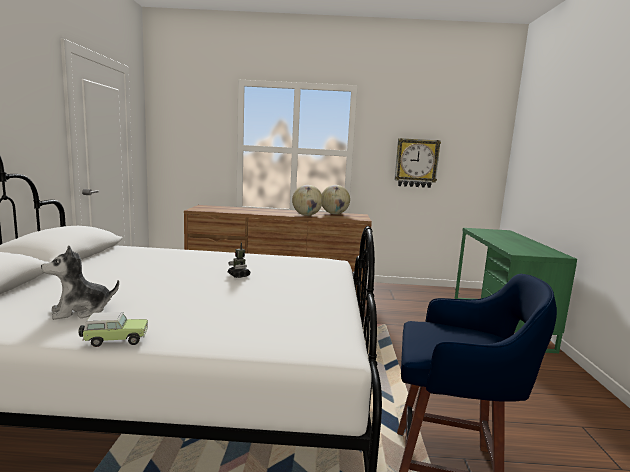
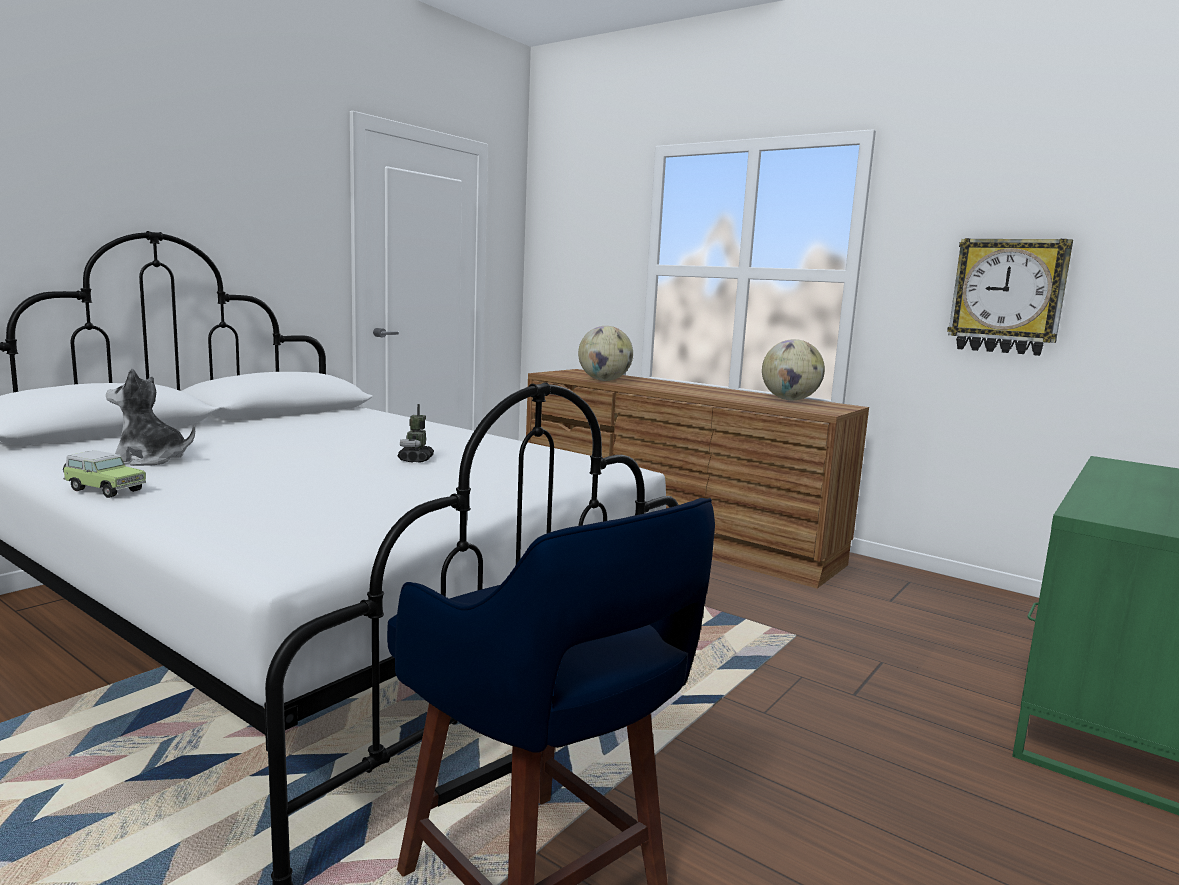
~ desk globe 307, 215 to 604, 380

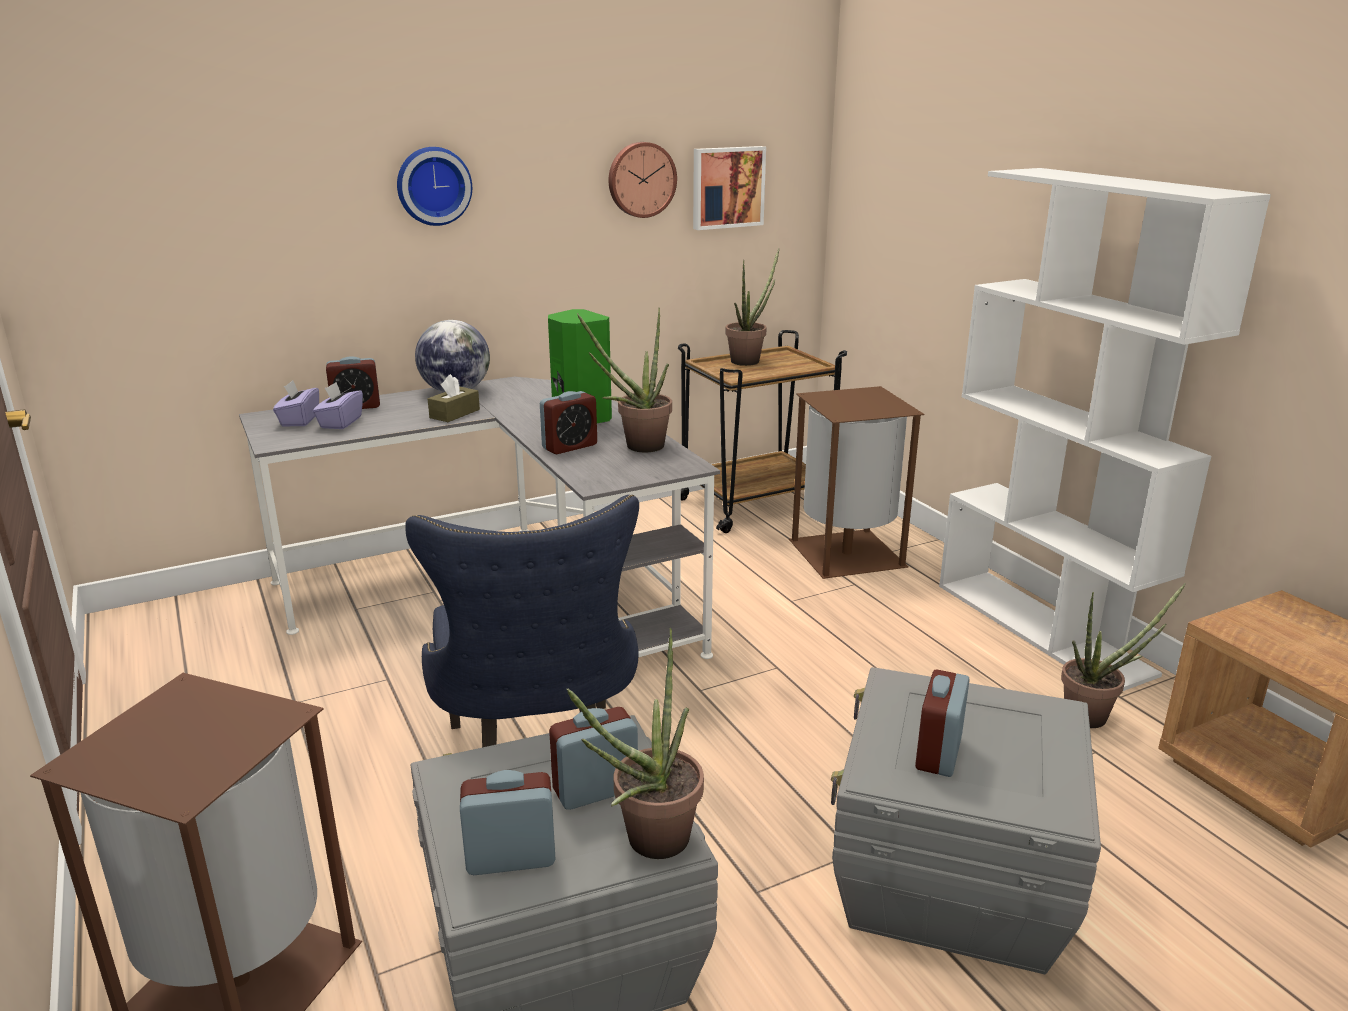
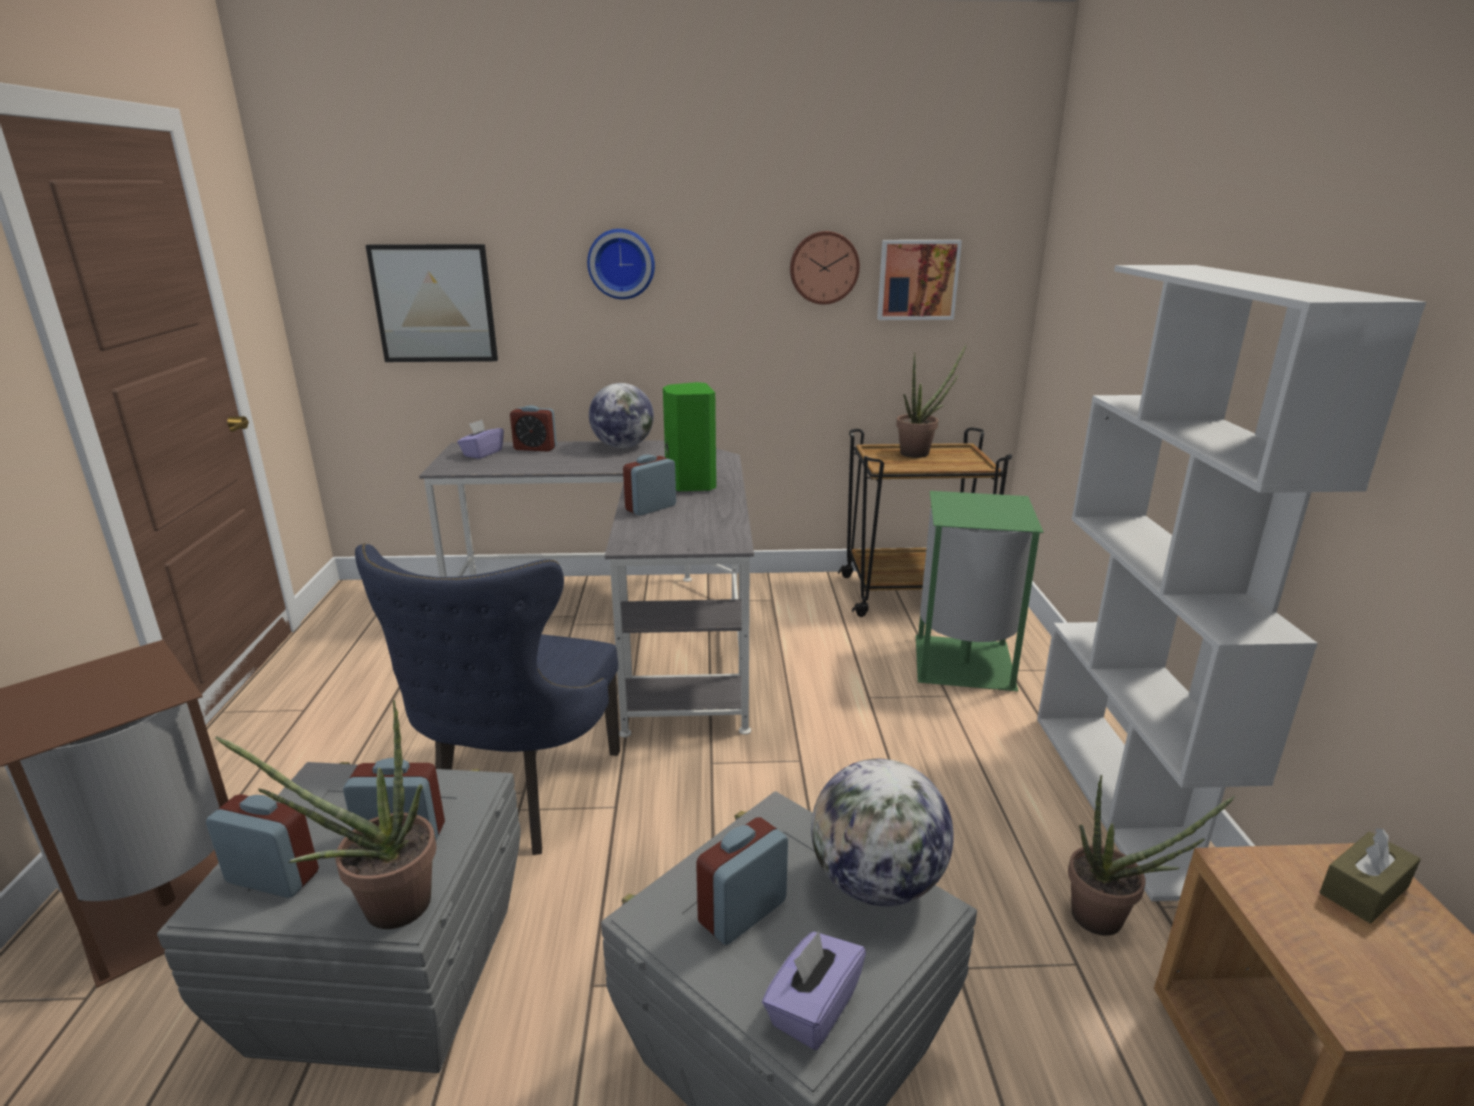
- plant in a pot 637, 447
+ picture 434, 304
+ desk globe 877, 883
~ tissue holder (purple) 340, 422 to 812, 1008
~ tissue holder (brown) 454, 414 to 1364, 890
~ rubbish bin (brown) 847, 553 to rubbish bin (greenish) 965, 662
~ alarm clock 569, 446 = 651, 508 150 degrees clockwise

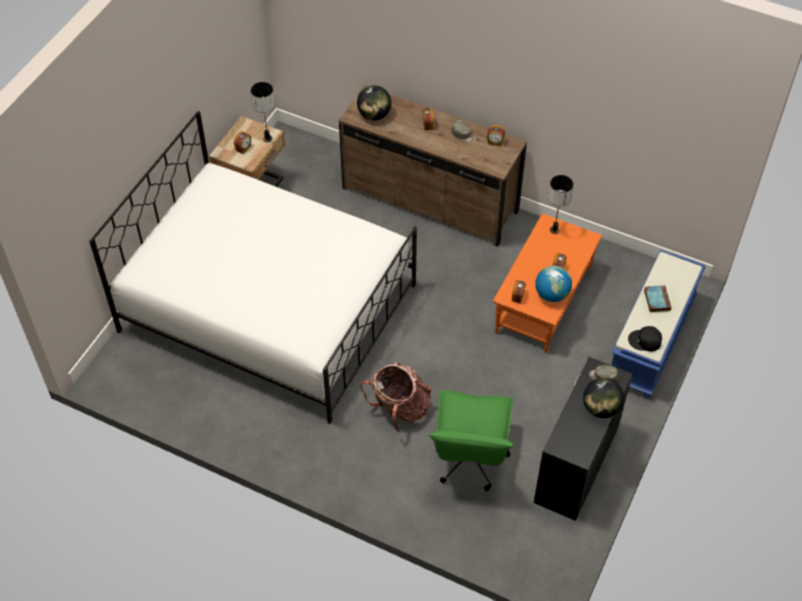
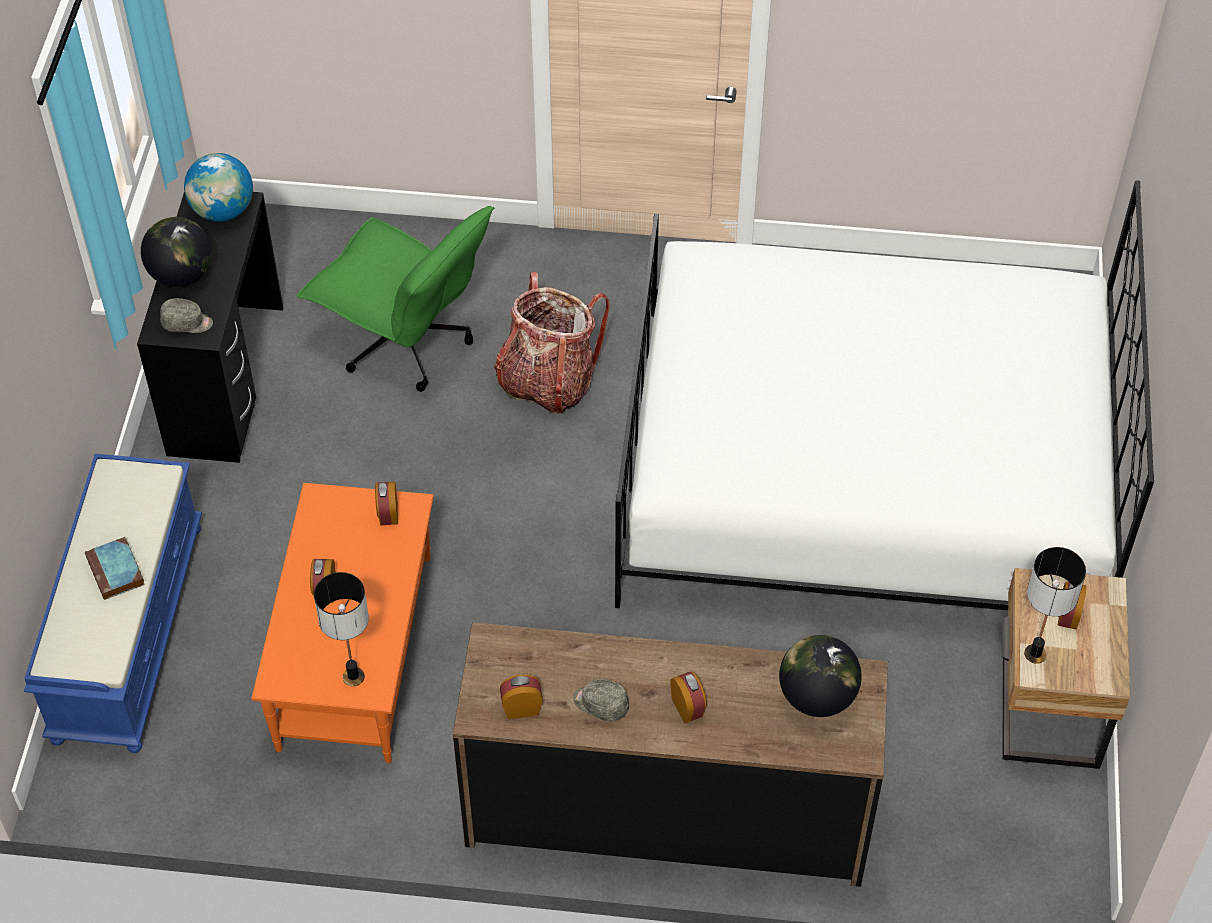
- baseball cap (black) 645, 341
~ desk globe 552, 294 to 223, 211
~ desk chair (greenish) 470, 458 = 403, 341 135 degrees clockwise

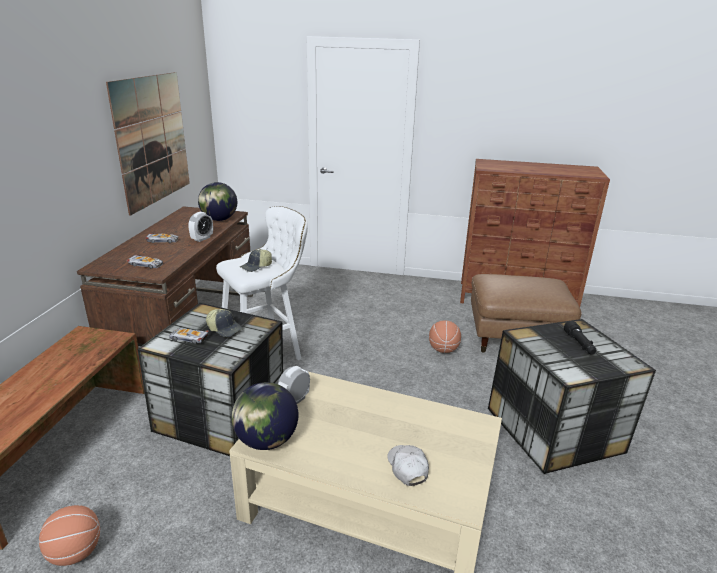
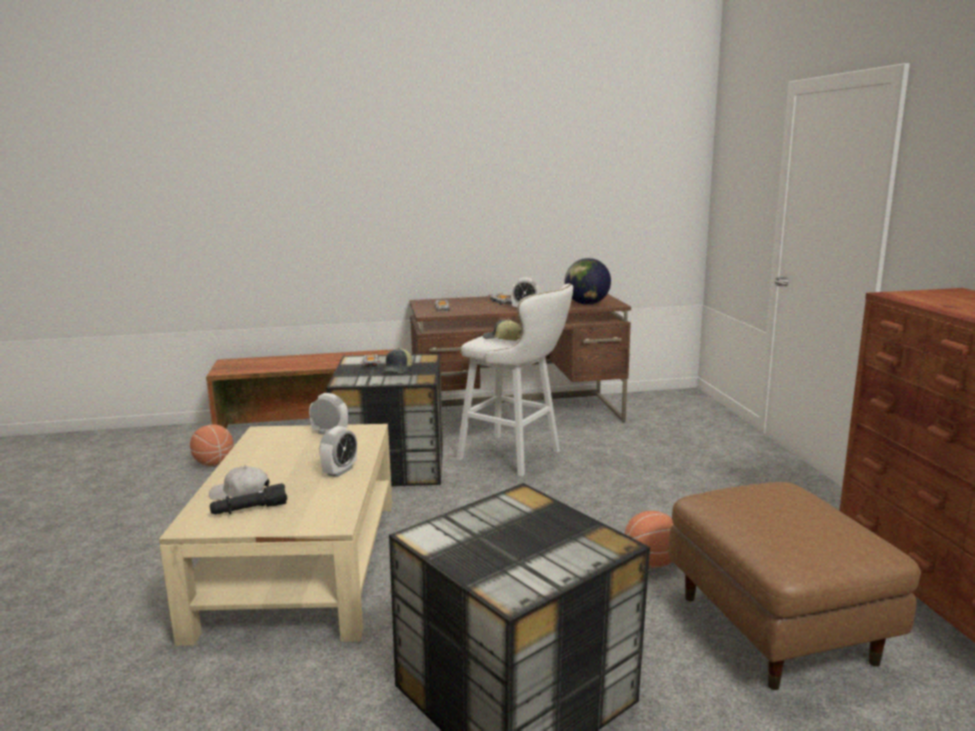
- picture 152, 140
- desk globe 266, 441
+ alarm clock 340, 471
~ hand torch (black) 579, 344 to 249, 510
~ baseball cap (whitish) 407, 468 = 240, 493 135 degrees counterclockwise

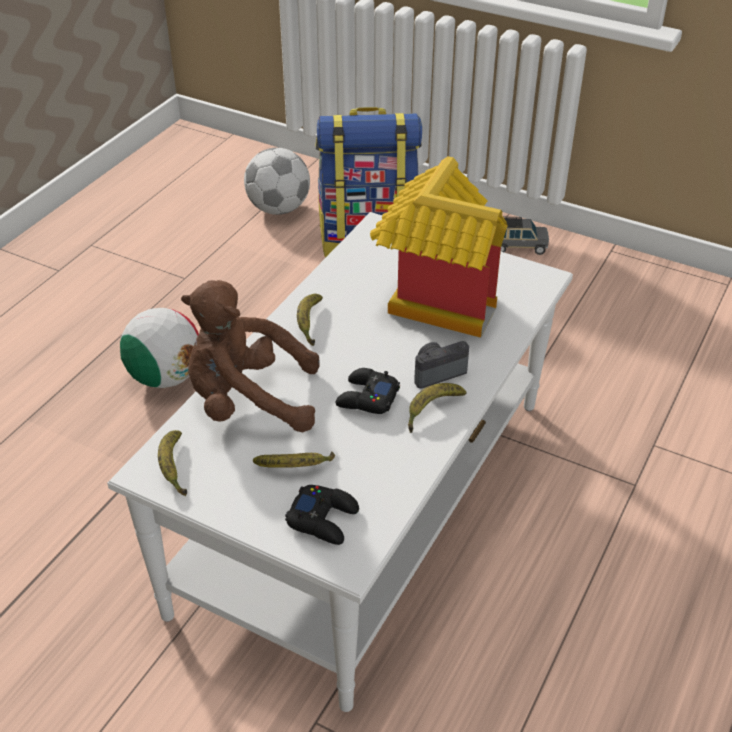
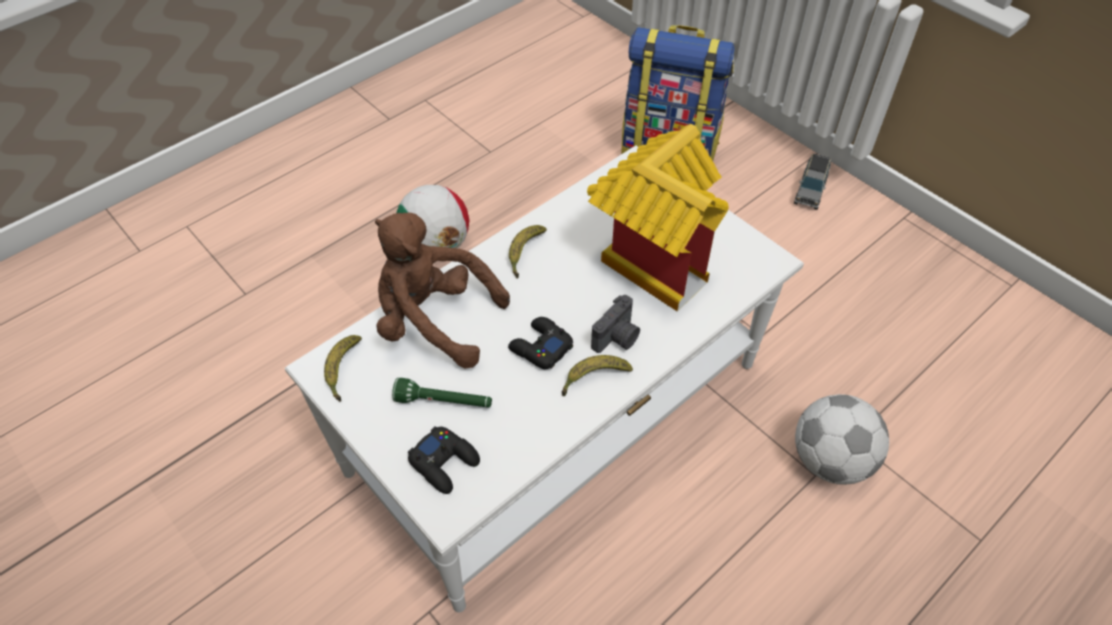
~ football ball 279, 209 to 830, 461
~ banana 295, 468 to hand torch (greenish) 444, 402
~ photo camera 436, 372 = 617, 338 135 degrees clockwise
~ miniature car (greyish) 517, 247 = 810, 191 90 degrees clockwise

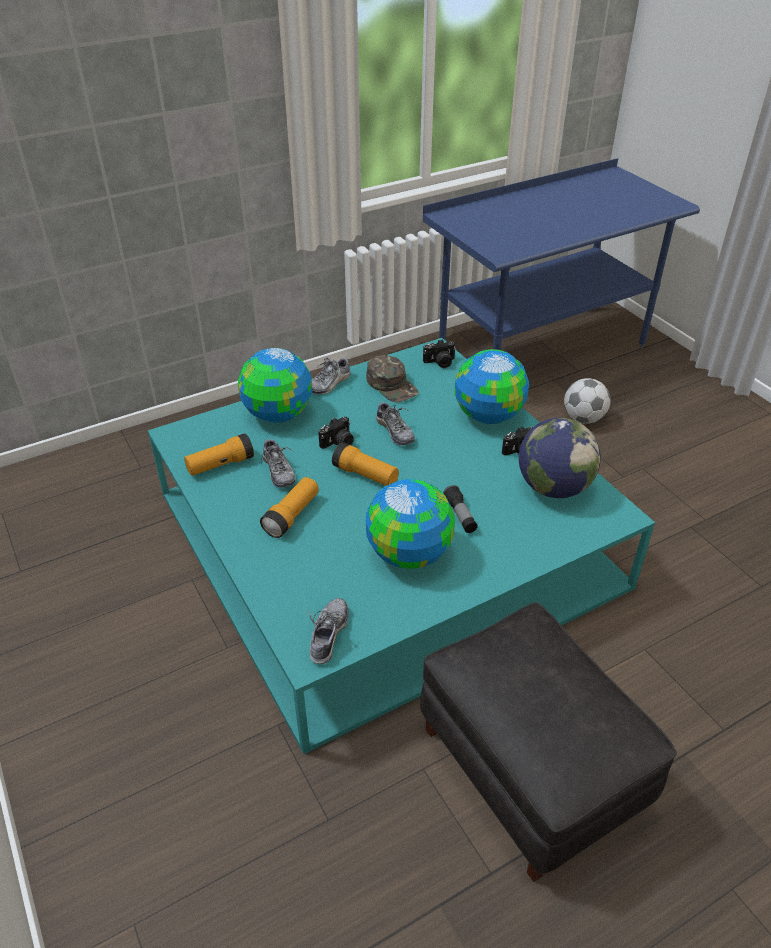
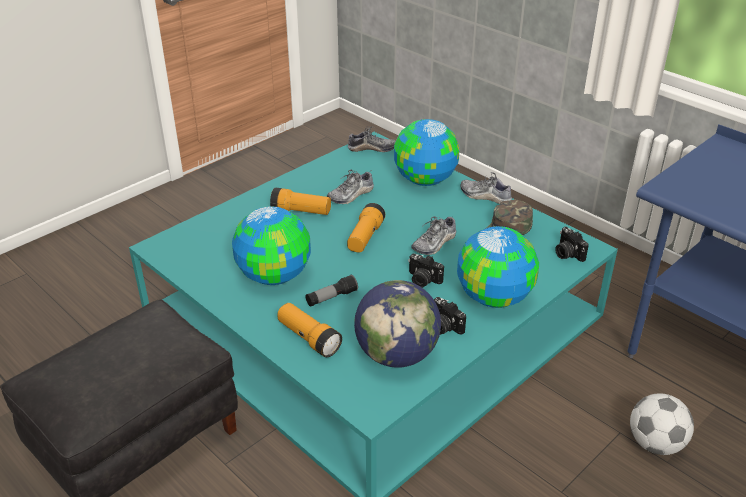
~ hand torch 221, 465 to 309, 338
~ shoe 328, 635 to 372, 148
~ photo camera 338, 443 to 422, 280

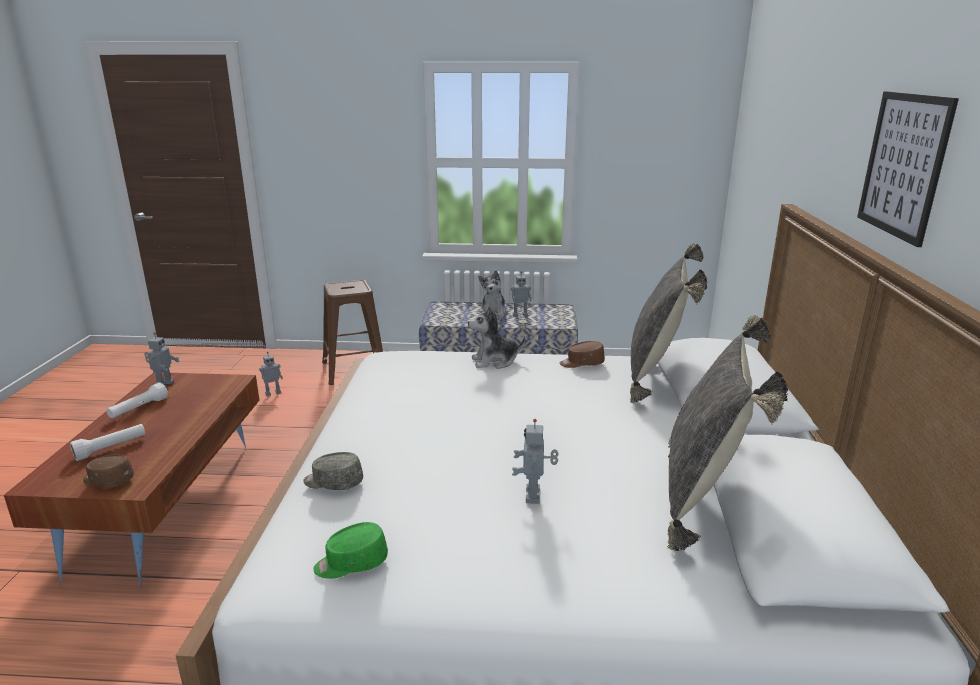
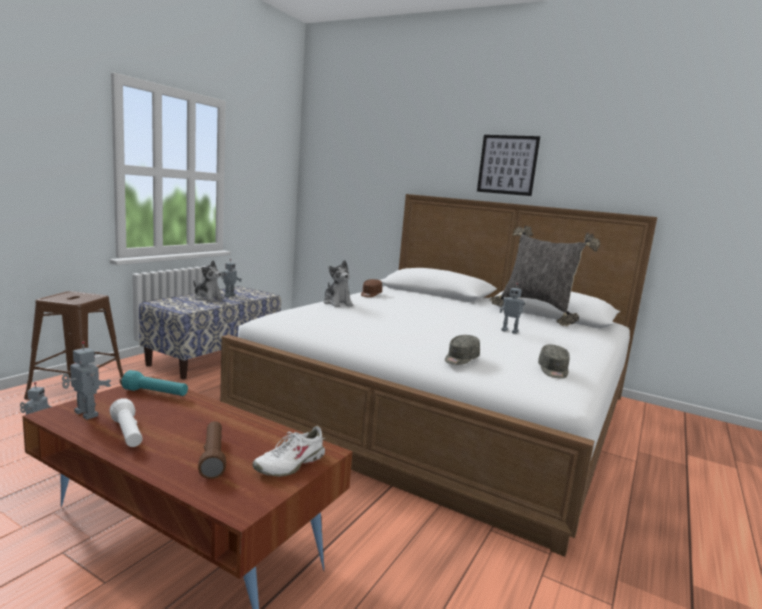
- pillow 659, 382
+ hand torch (blue-green) 156, 393
~ baseball cap (brown) 108, 480 to shoe (whitish) 290, 464
~ hand torch (whitish) 111, 448 to hand torch (brown) 213, 457
~ baseball cap (greenish) 351, 563 to baseball cap (greyish) 553, 370
~ cuddly toy 494, 361 = 337, 303 45 degrees counterclockwise

